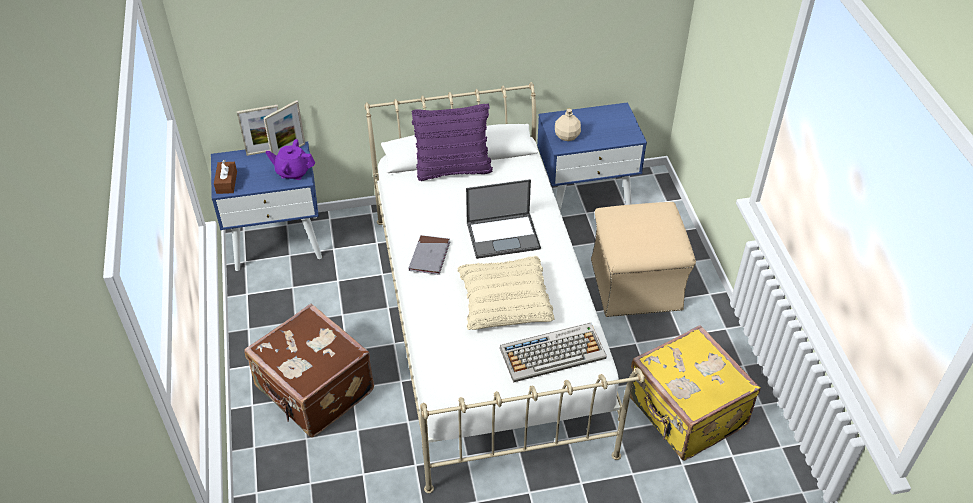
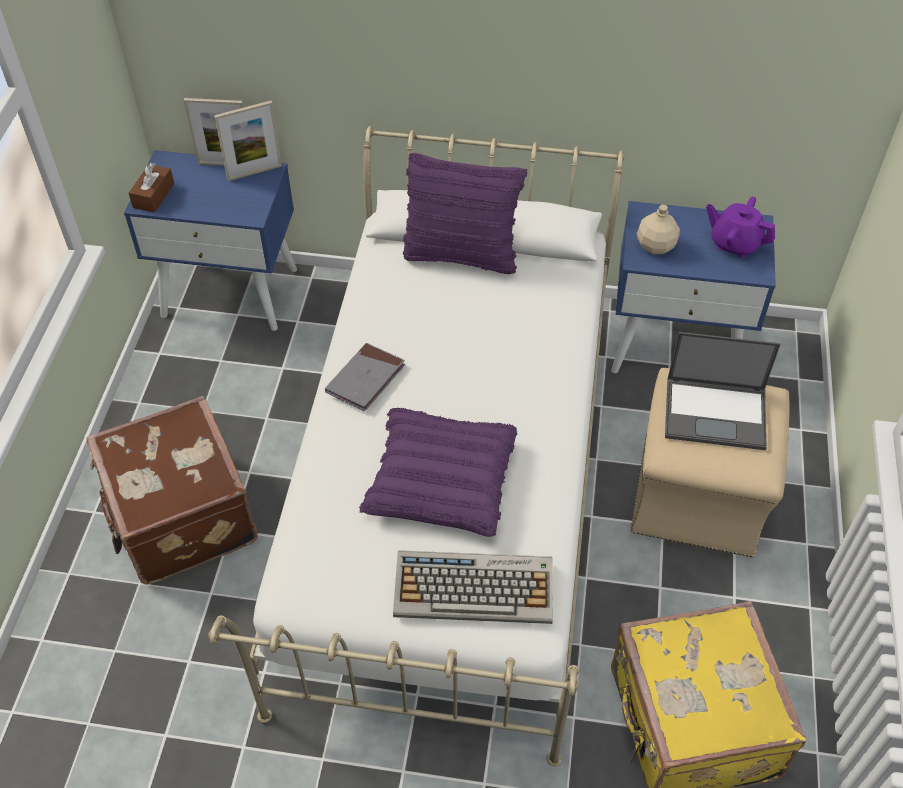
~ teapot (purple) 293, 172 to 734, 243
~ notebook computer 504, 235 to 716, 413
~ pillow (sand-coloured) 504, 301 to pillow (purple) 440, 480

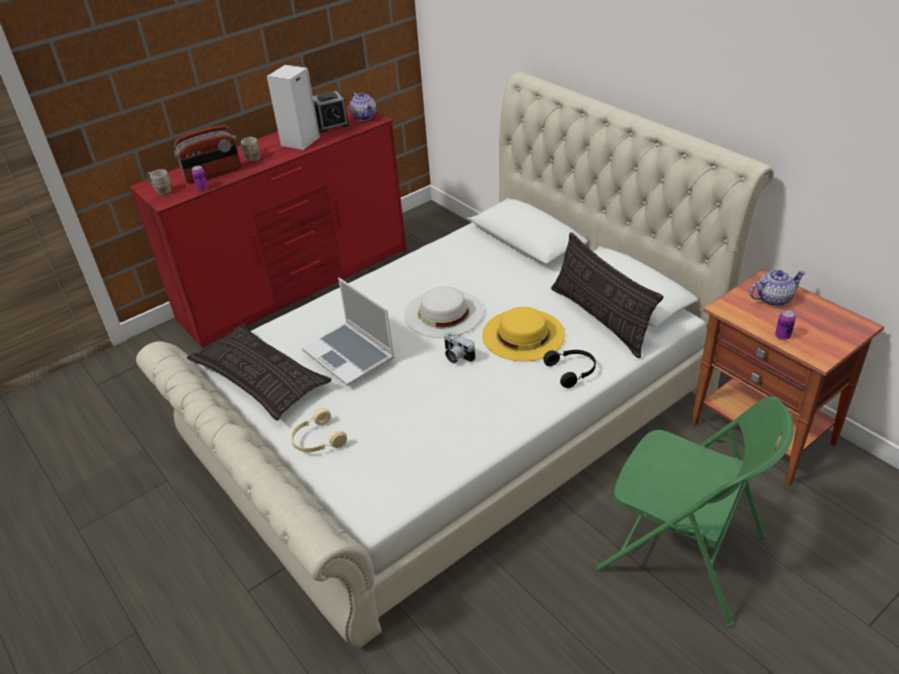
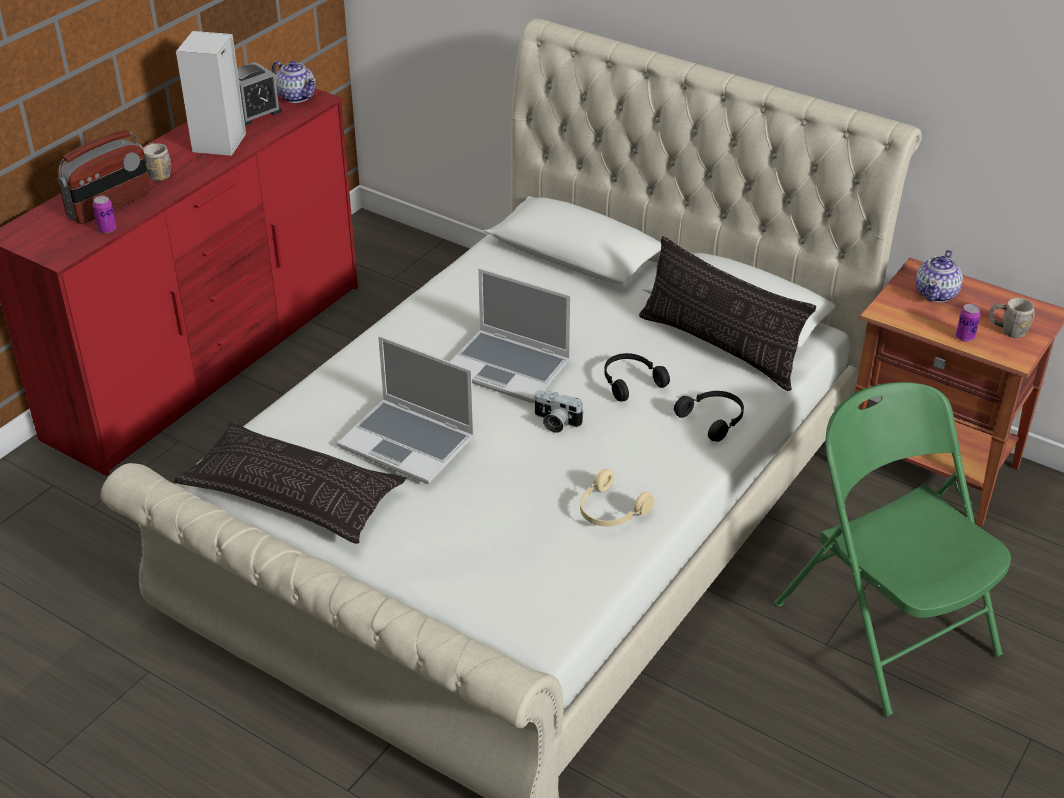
~ mug (greyish) 161, 191 to 1007, 330
~ pair of headphones (sand-coloured) 317, 440 to 610, 511
~ hat (whitish) 443, 313 to notebook computer 509, 368
~ hat (yellowish) 523, 334 to pair of headphones (black) 630, 382
~ upright chair (greenish) 681, 553 = 886, 629 135 degrees counterclockwise
~ teapot 773, 299 = 936, 293 150 degrees clockwise

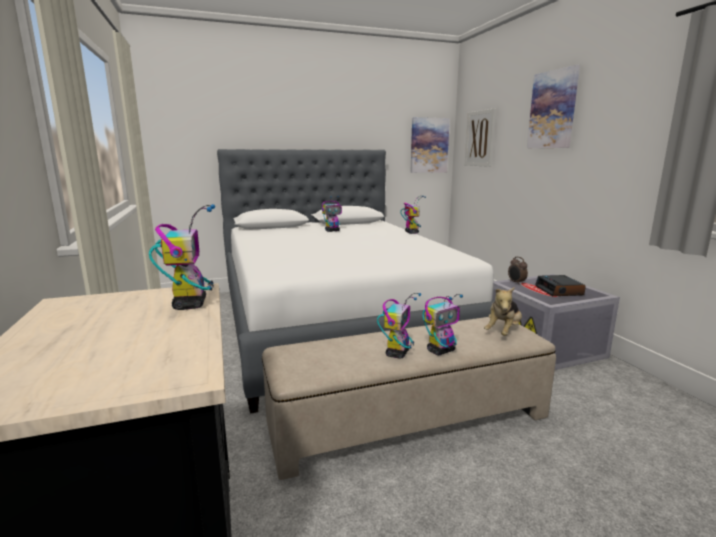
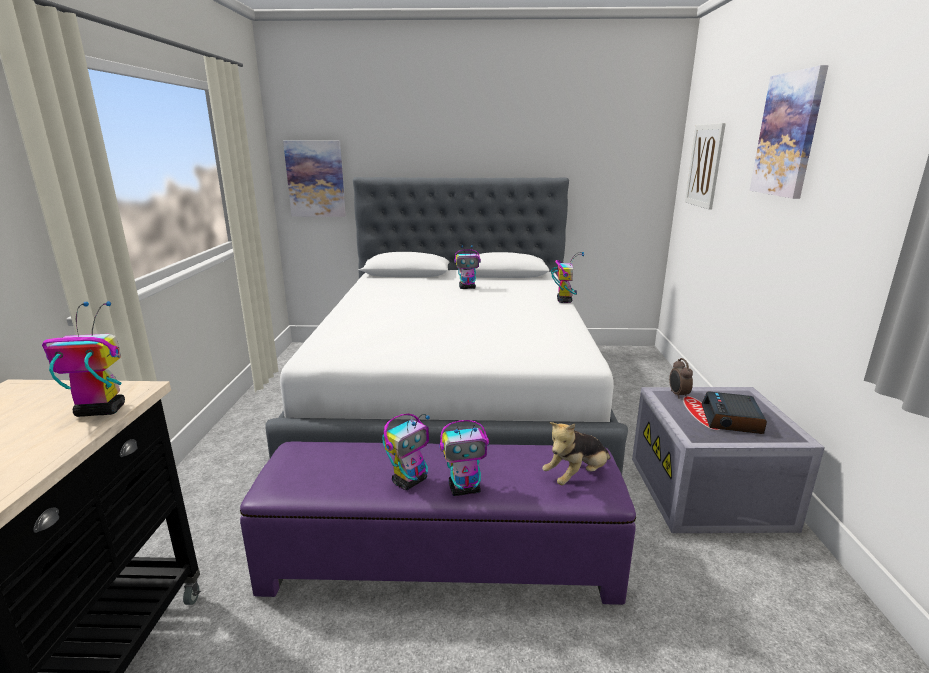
~ picture 429, 145 to 315, 179
~ indoor bench (sand-coloured) 409, 418 to indoor bench (purple) 443, 557
~ robot figure 190, 304 = 100, 411 105 degrees counterclockwise

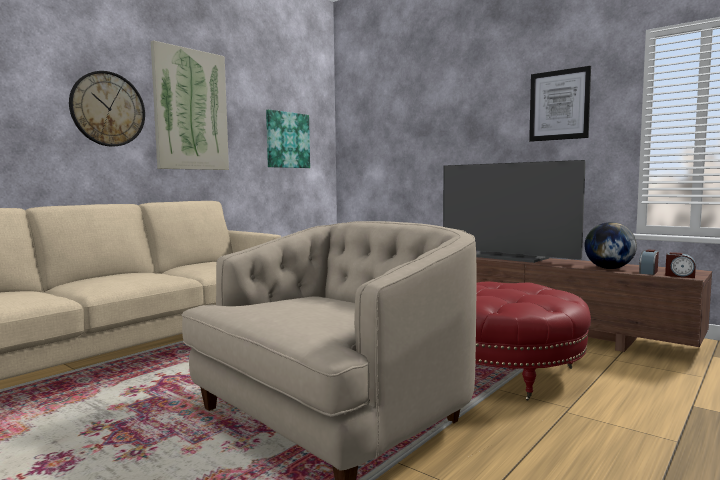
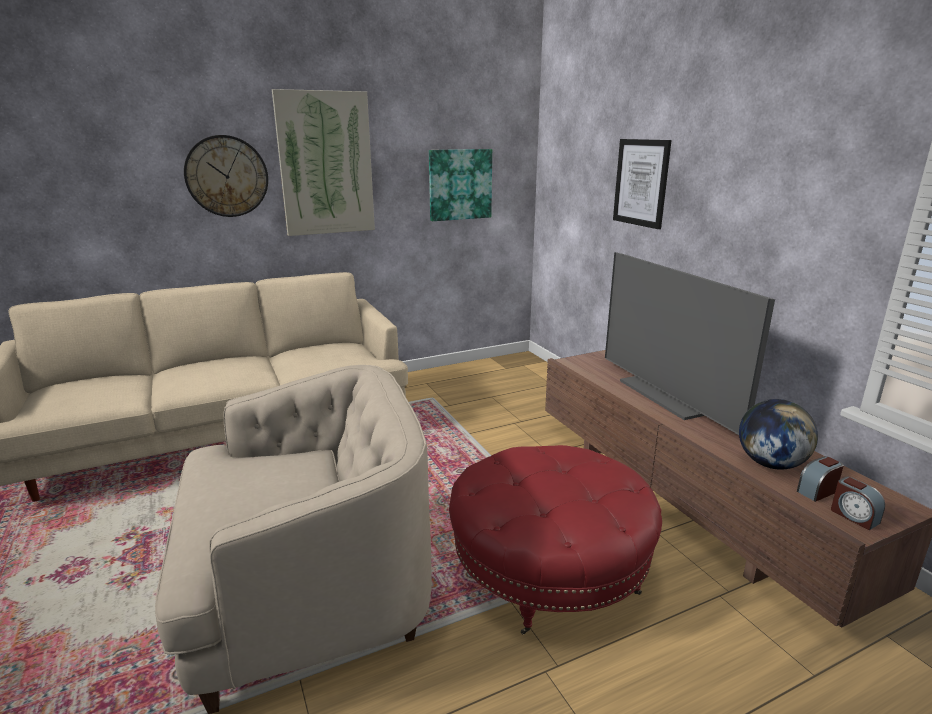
~ picture 559, 105 to 641, 182

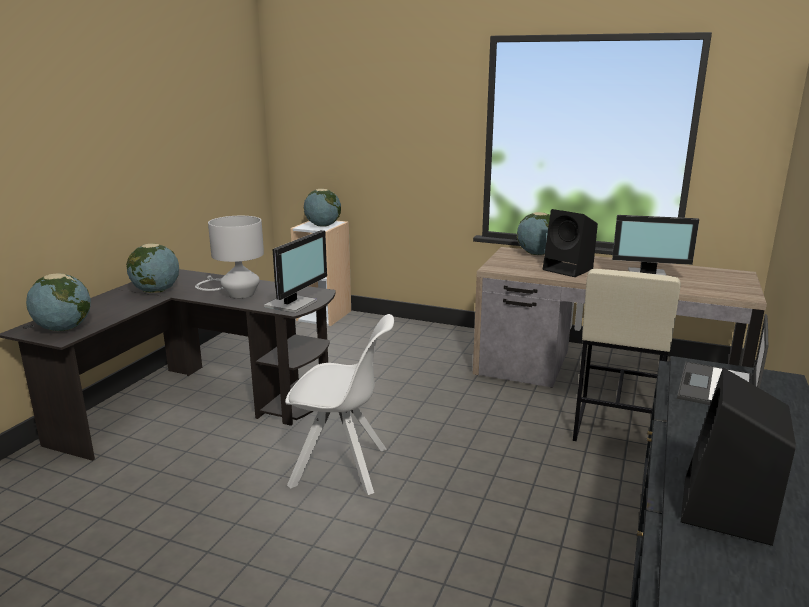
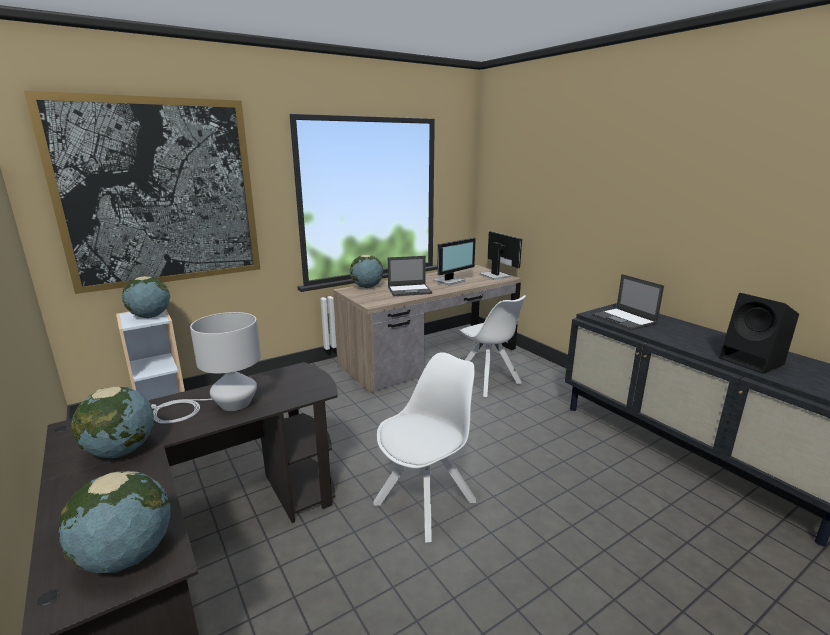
+ picture 159, 193
~ computer display 293, 304 to 495, 275
~ speaker (black) 569, 270 to notebook computer 410, 290
~ stool (sand-coloured) 615, 428 to upright chair (whitish) 487, 381

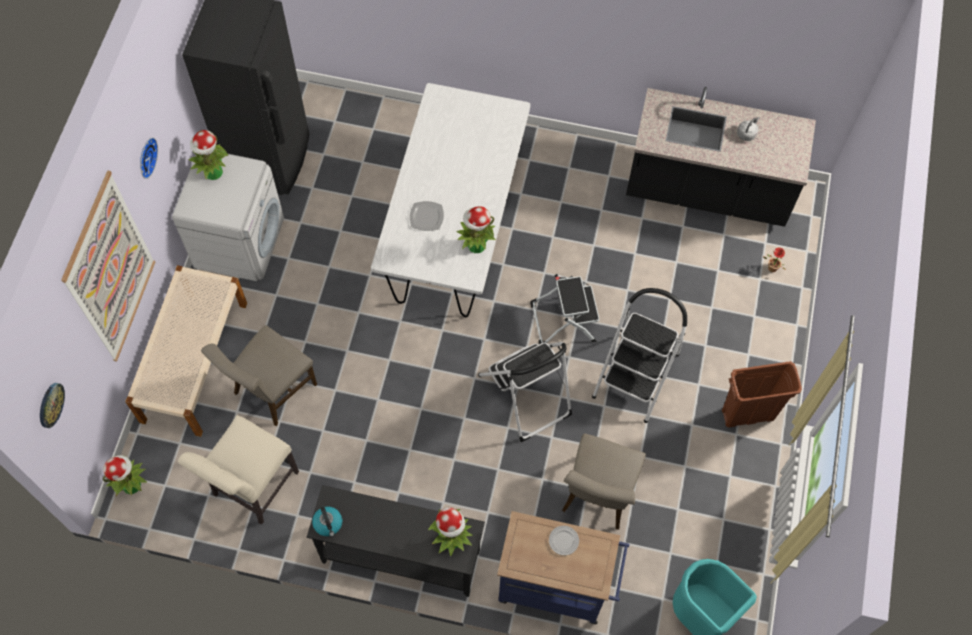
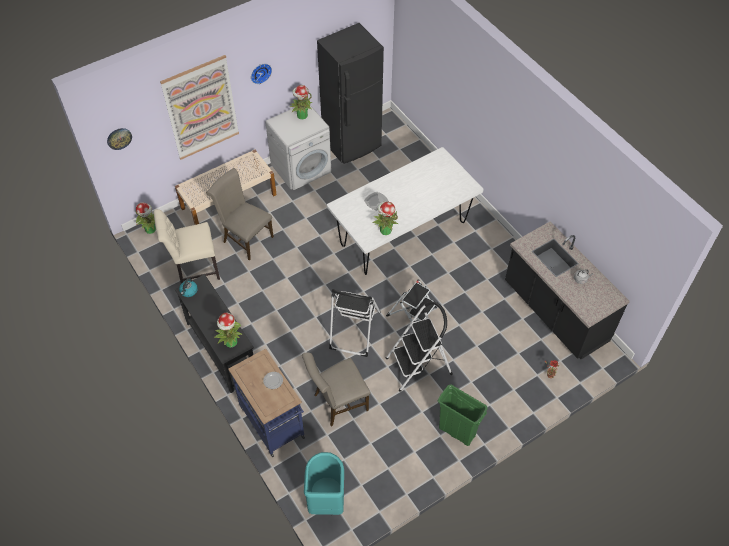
~ rubbish bin (brown) 748, 414 to rubbish bin (greenish) 457, 432
~ upright chair (sand-coloured) 271, 392 = 245, 238 45 degrees clockwise

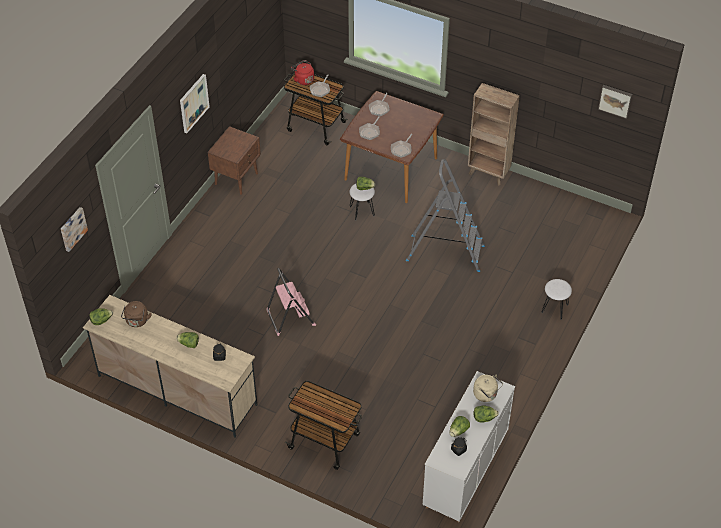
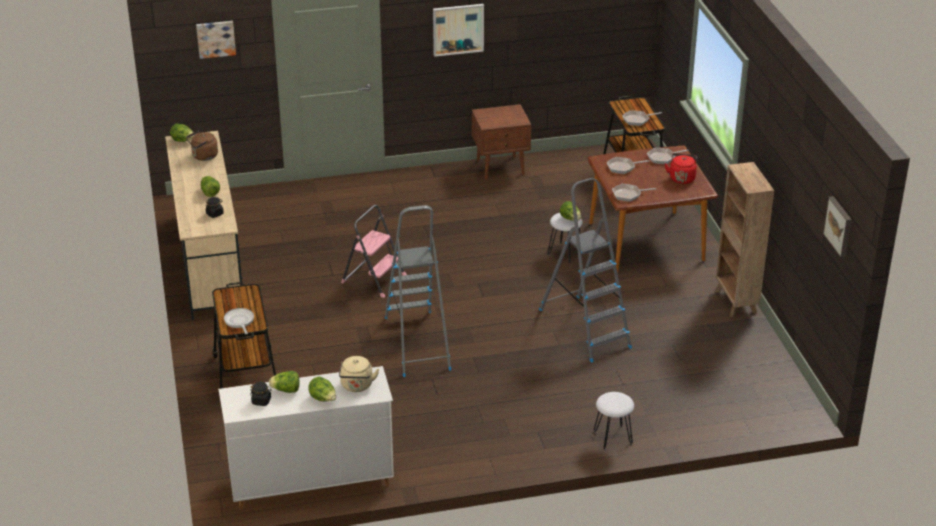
+ frying pan 239, 321
+ stepladder (greyish) 417, 342
~ kettle (reddish) 303, 79 to 682, 178

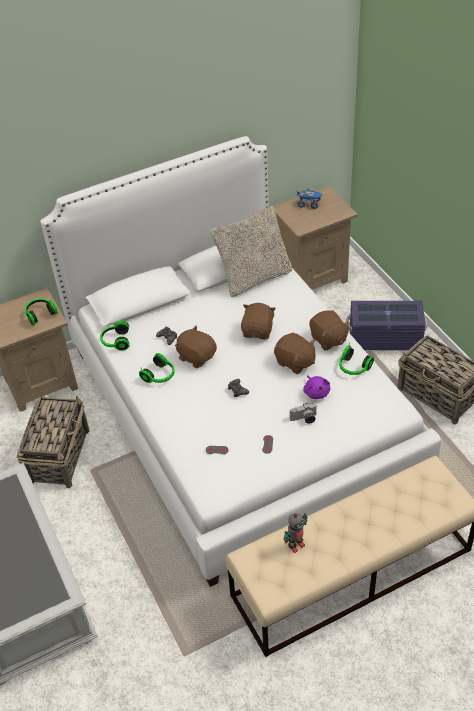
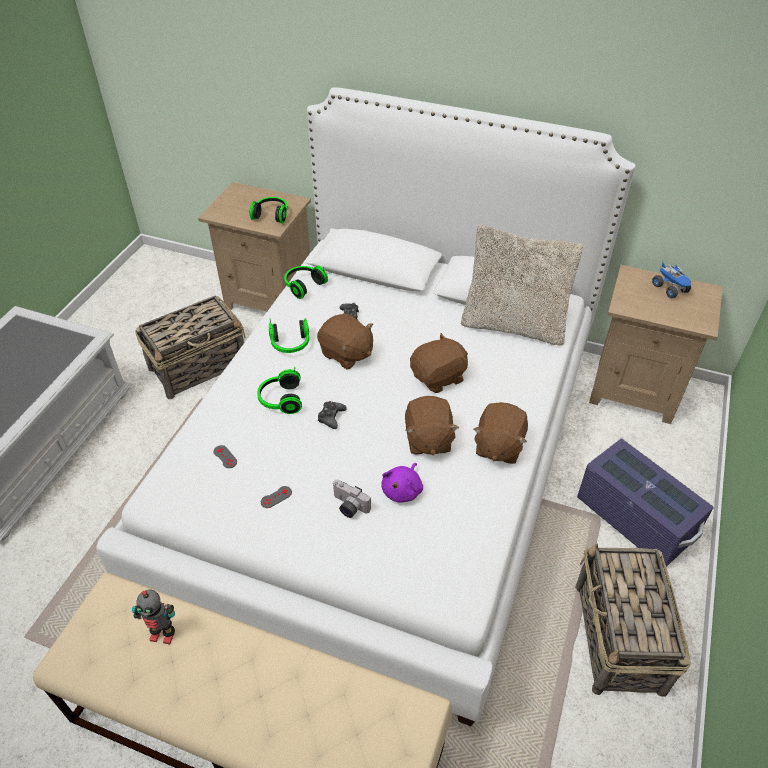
~ pair of headphones 353, 368 to 280, 400
~ cuddly toy (brown) 197, 356 = 346, 354 135 degrees clockwise

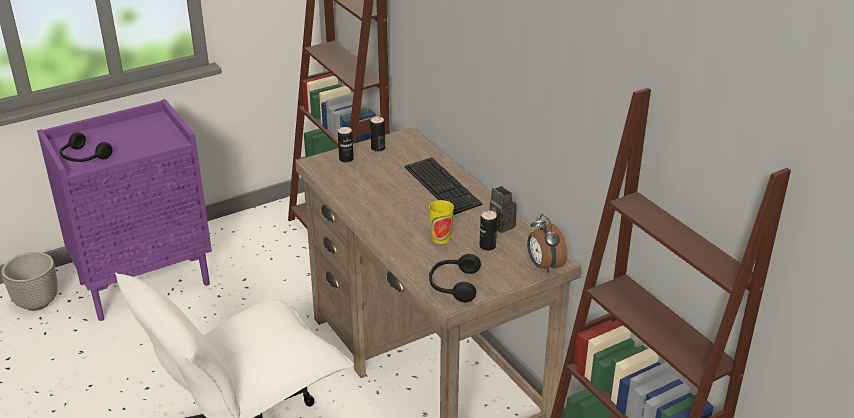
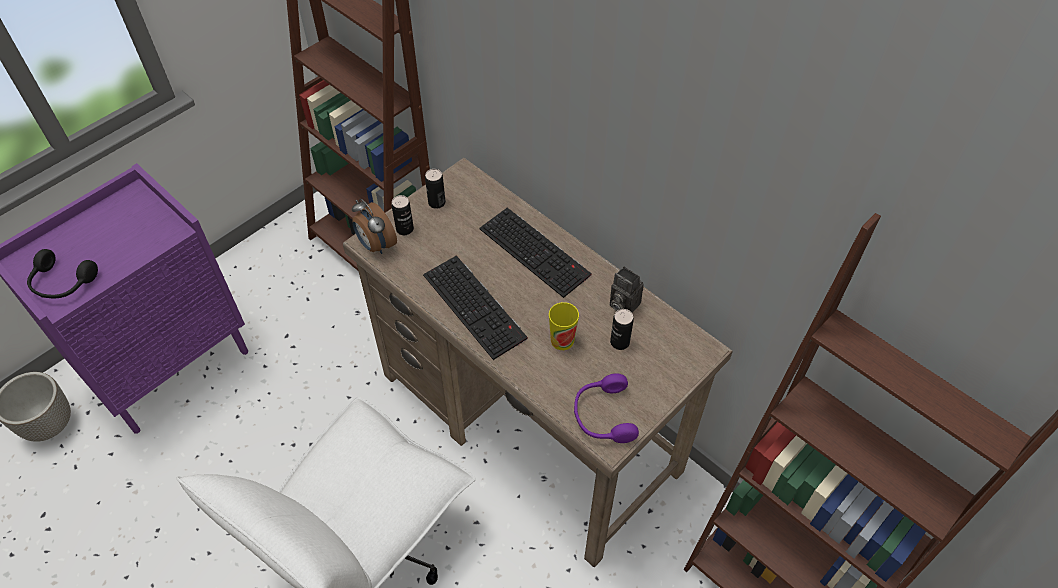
+ PC keyboard 476, 306
~ alarm clock 543, 266 to 376, 245
~ pair of headphones (black) 453, 285 to pair of headphones (purple) 602, 416

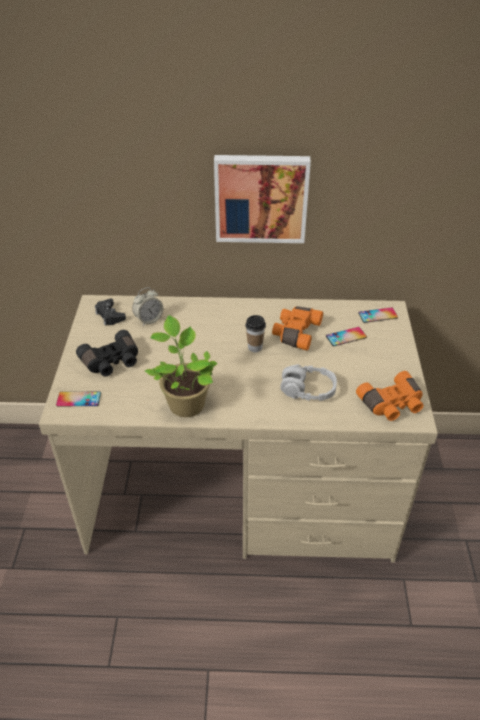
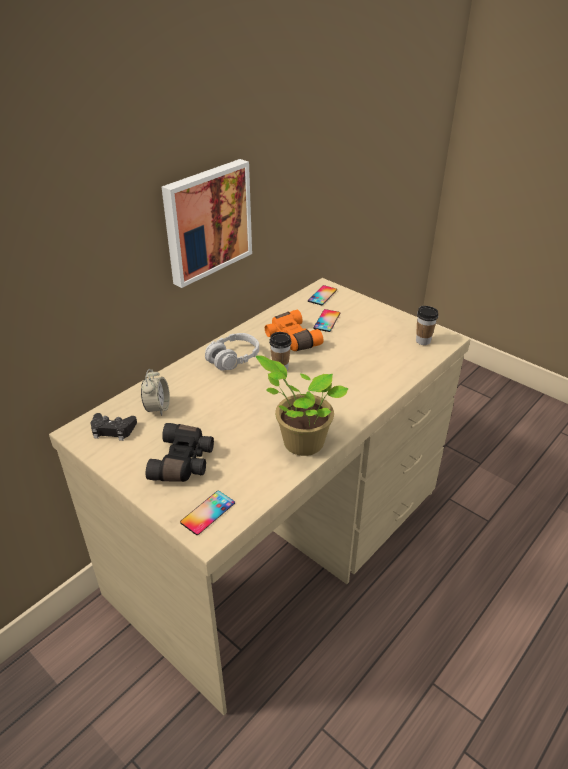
~ pair of headphones (greyish) 307, 390 to 233, 359
~ binoculars (orange) 392, 405 to drinking cup 423, 341

